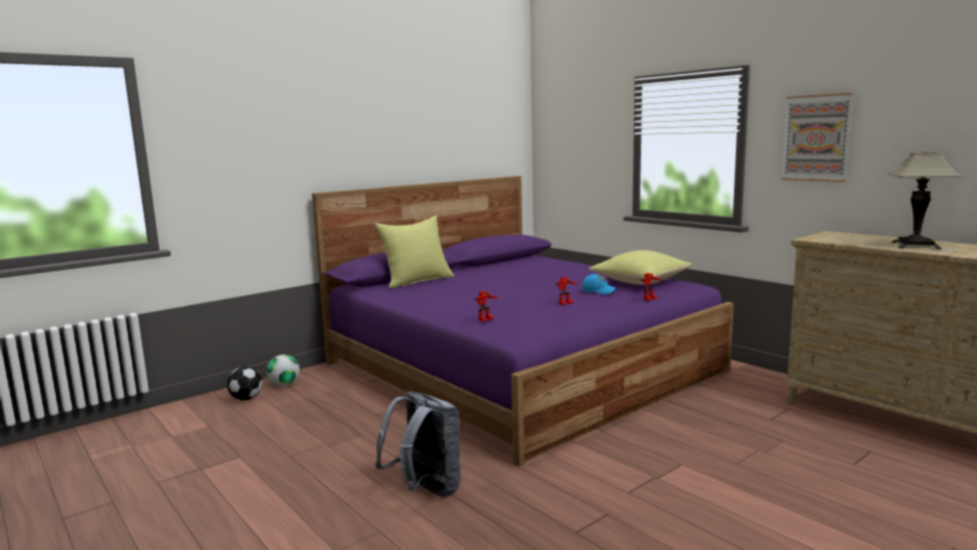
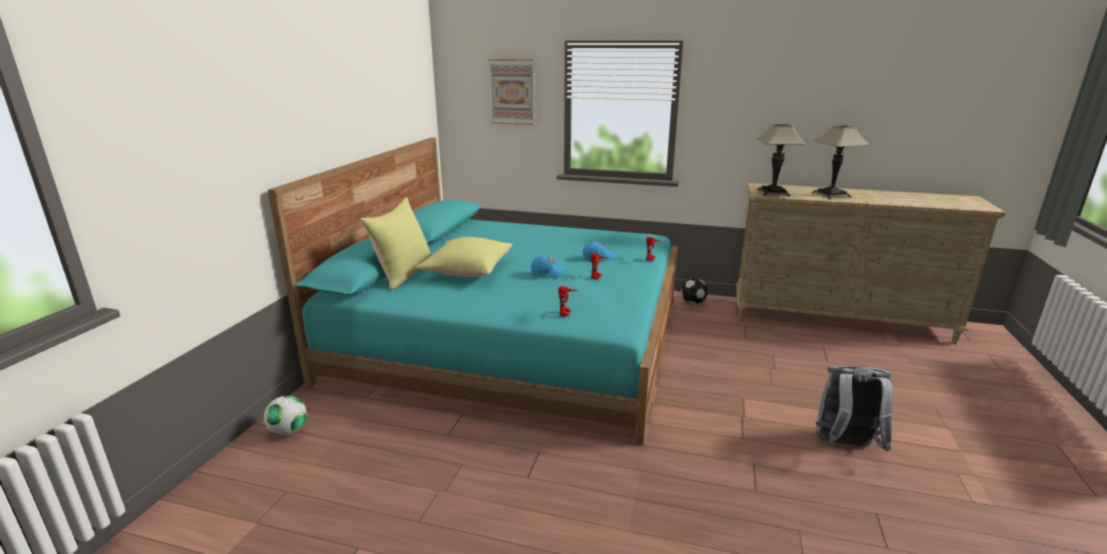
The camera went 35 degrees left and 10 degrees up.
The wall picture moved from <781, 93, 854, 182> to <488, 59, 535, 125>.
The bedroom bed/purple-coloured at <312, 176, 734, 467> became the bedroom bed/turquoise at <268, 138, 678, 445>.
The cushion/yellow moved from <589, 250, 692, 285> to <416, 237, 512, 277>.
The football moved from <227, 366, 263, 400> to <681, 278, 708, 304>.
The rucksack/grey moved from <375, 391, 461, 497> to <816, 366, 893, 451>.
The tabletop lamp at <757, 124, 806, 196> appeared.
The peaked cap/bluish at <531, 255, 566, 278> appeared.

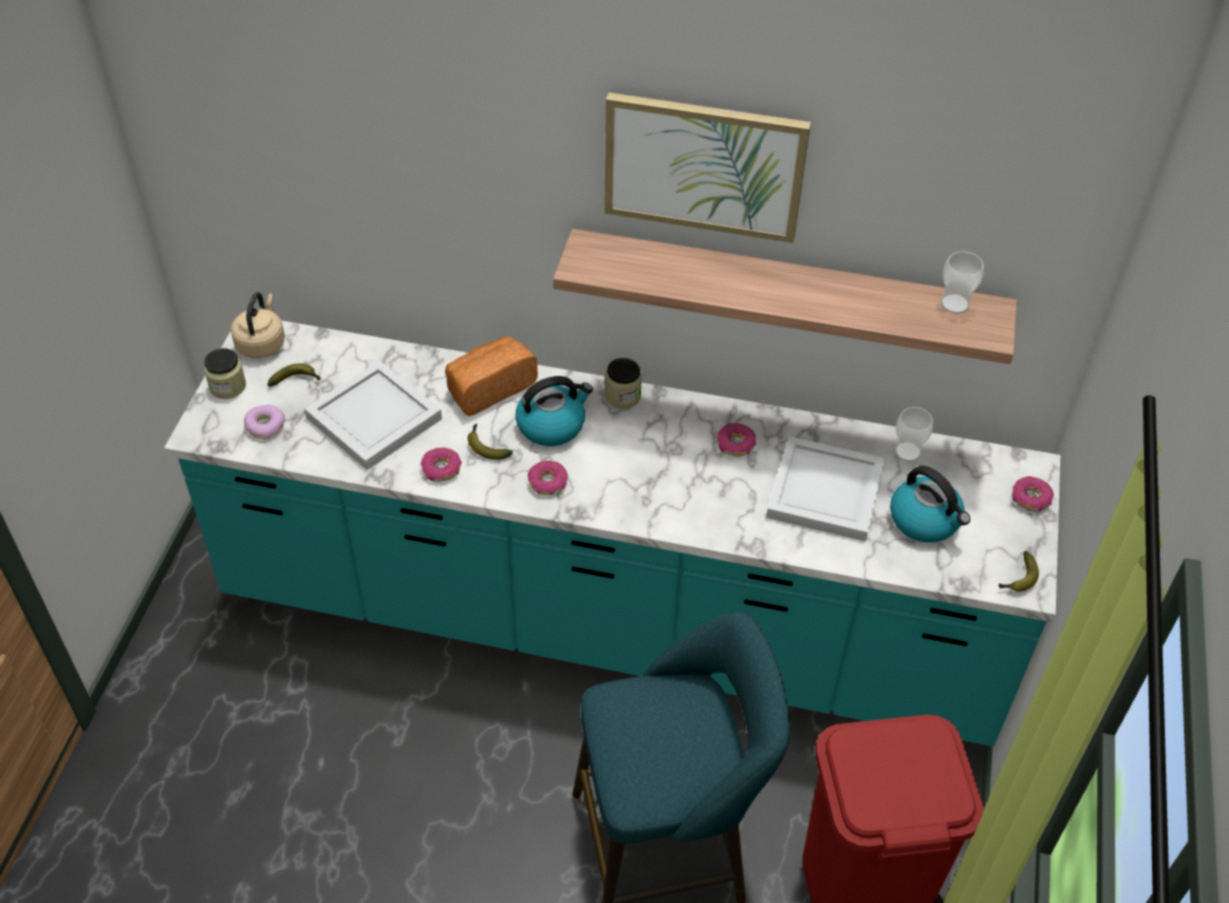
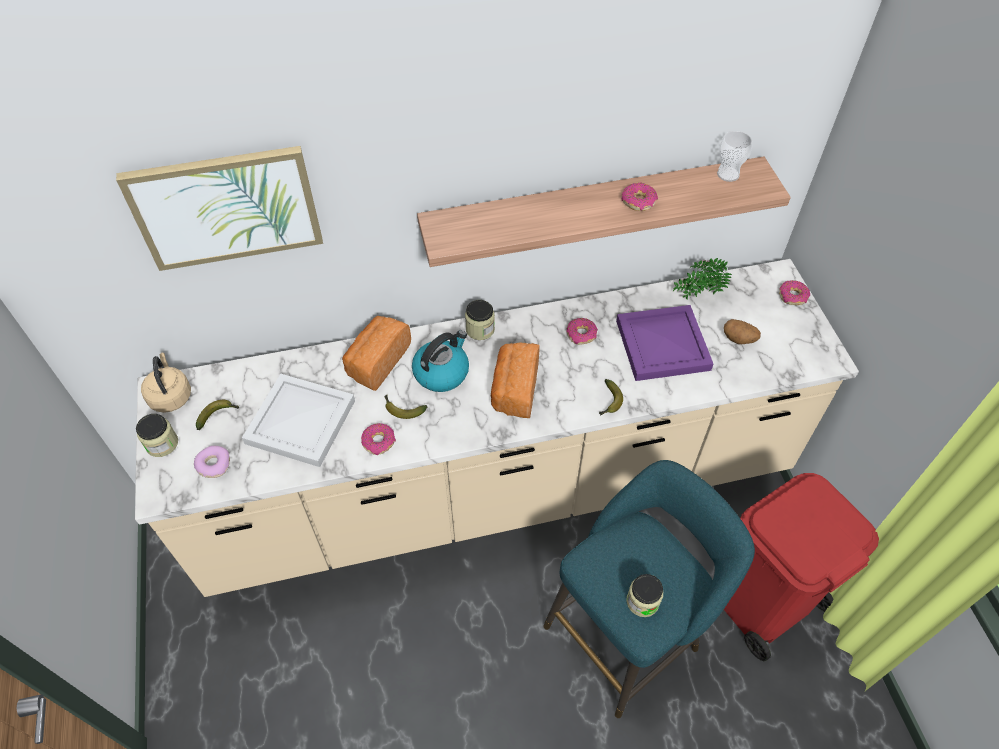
The camera went 25 degrees left and 5 degrees up.
The wall picture moved from <604, 93, 811, 243> to <116, 146, 323, 271>.
The kitchen counter/turquoise at <164, 320, 1060, 747> became the kitchen counter/sand-coloured at <135, 259, 859, 597>.
The small cup at <895, 407, 933, 462> was replaced by the potted plant at <673, 258, 732, 300>.
The serving tray/whitish at <766, 436, 885, 542> became the serving tray/purple-coloured at <616, 305, 713, 381>.
The doughnut moved from <528, 461, 568, 495> to <622, 182, 658, 211>.
The tea kettle at <890, 466, 970, 543> was replaced by the spud at <724, 319, 761, 344>.
The banana moved from <999, 551, 1039, 591> to <599, 379, 623, 416>.
The bakery bread at <491, 342, 540, 418> appeared.
The storage jar at <626, 574, 663, 617> appeared.

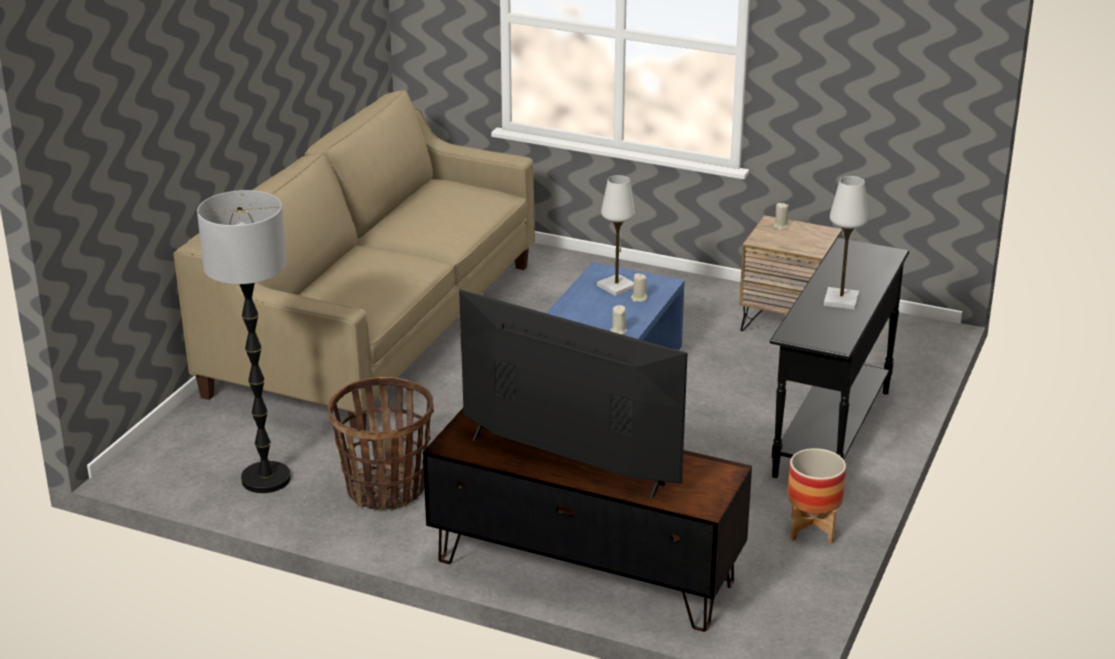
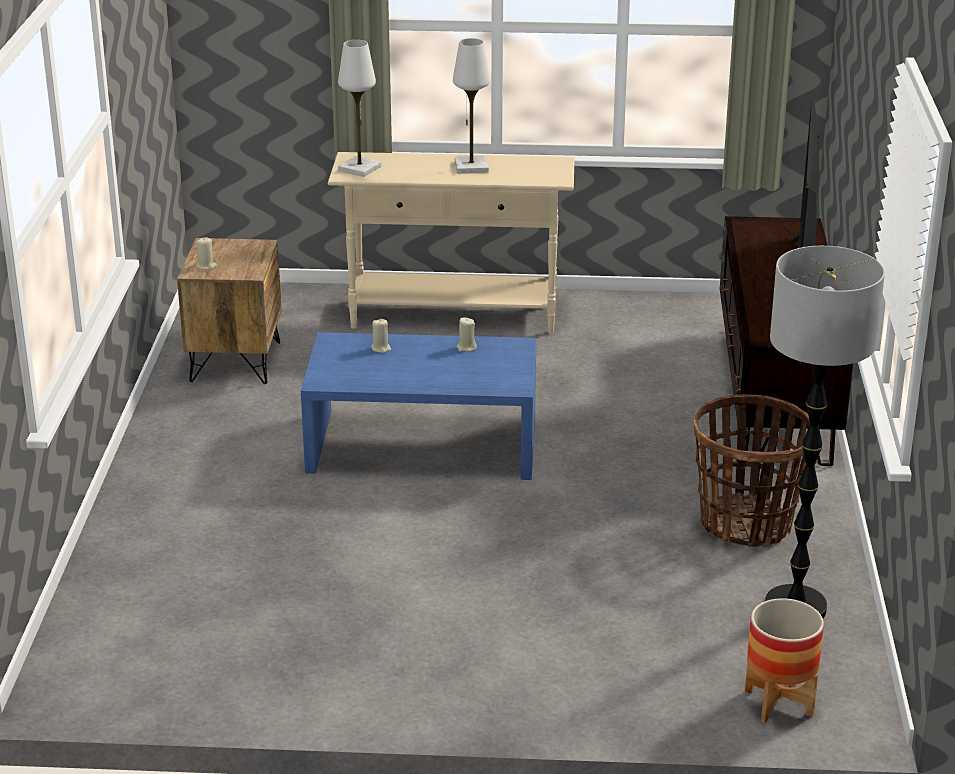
The camera went 110 degrees left and 0 degrees up.
The settee/sand-coloured at <174, 90, 535, 431> disappeared.
The tabletop lamp/whitish moved from <597, 175, 635, 296> to <338, 40, 381, 177>.
The narrow table/black-coloured at <770, 238, 909, 478> became the narrow table/sand-coloured at <328, 152, 575, 334>.
The flower pot moved from <787, 448, 846, 544> to <745, 598, 824, 723>.

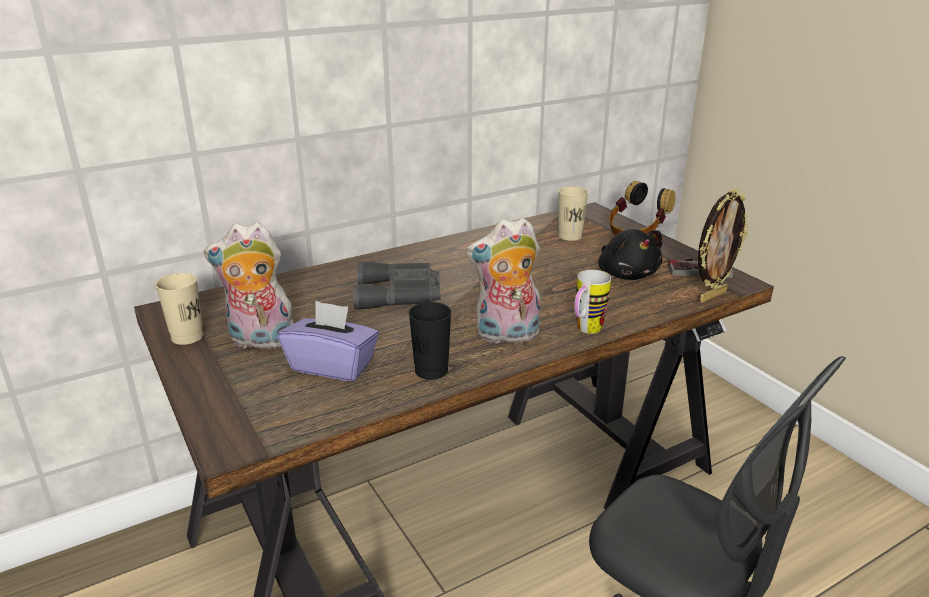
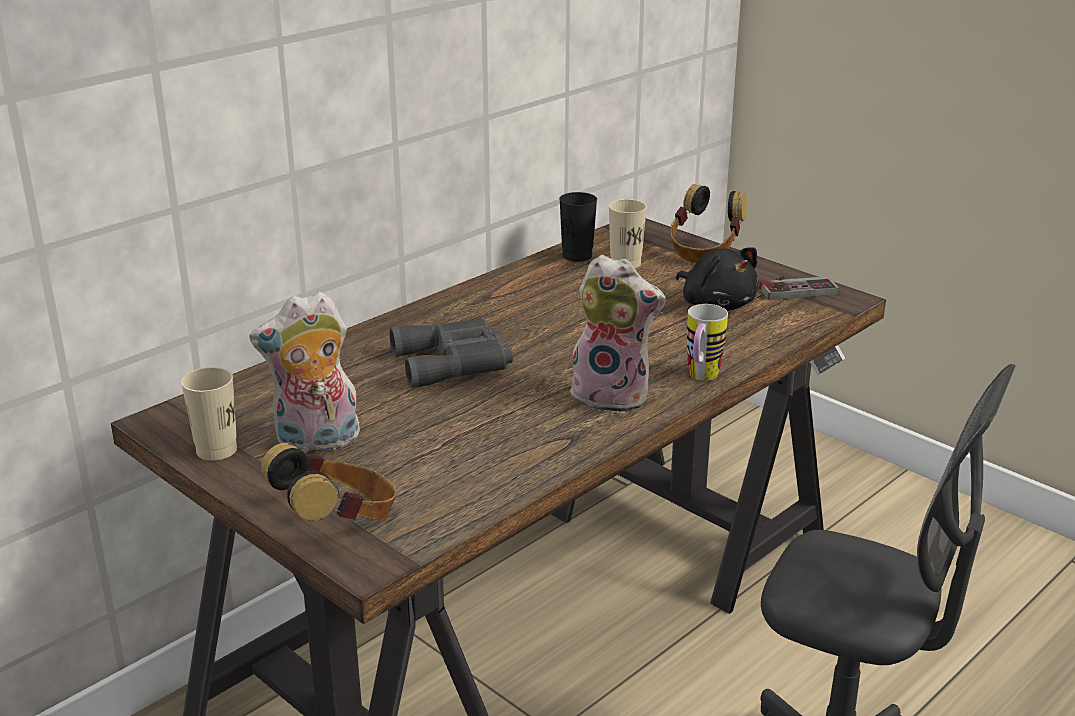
The camera went 15 degrees left and 0 degrees up.
The photo frame at <698, 189, 748, 303> disappeared.
The cuddly toy at <466, 217, 540, 344> turned 135 degrees counterclockwise.
The box of tissues/purple-coloured at <278, 301, 379, 381> disappeared.
The small cup/black-coloured moved from <409, 302, 451, 380> to <559, 192, 597, 262>.
The headset at <261, 443, 396, 522> appeared.

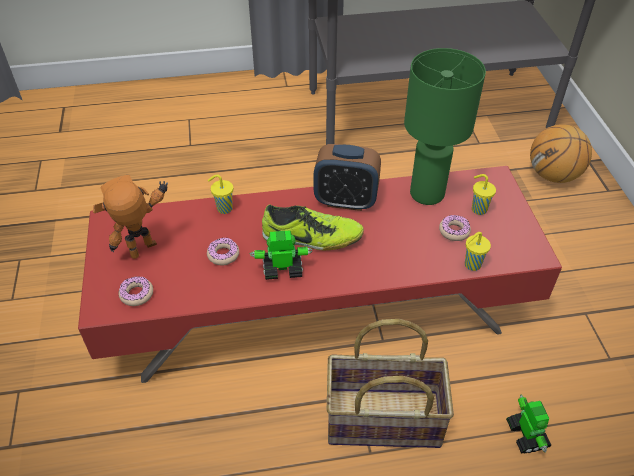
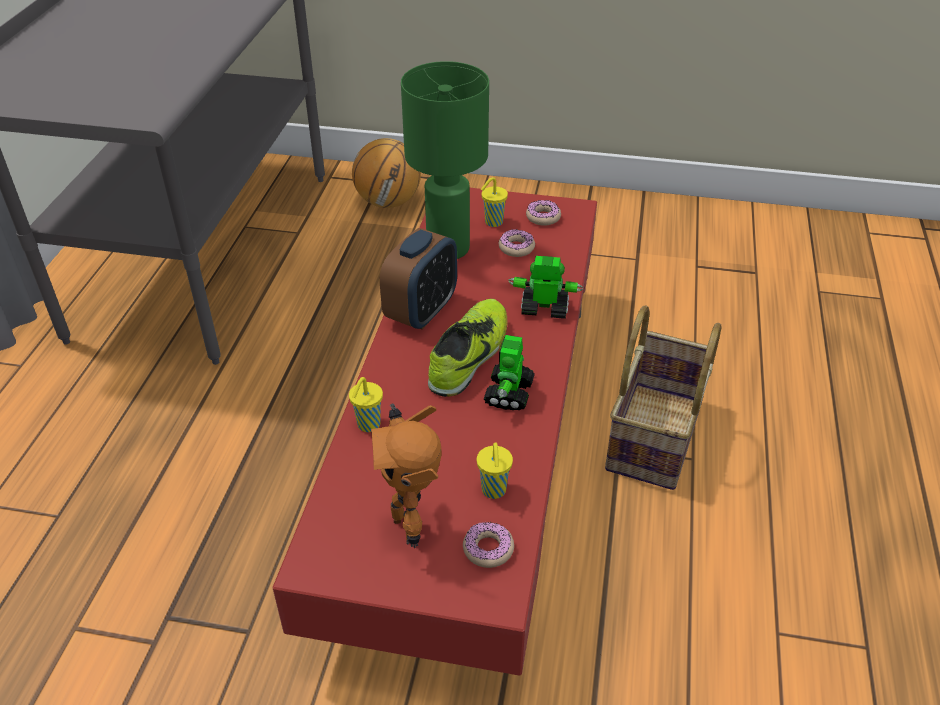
The camera went 70 degrees left and 5 degrees down.
The small cup/yellow moved from <465, 232, 491, 271> to <477, 442, 513, 499>.
The doughnut moved from <207, 238, 239, 266> to <526, 200, 561, 226>.
The robot figure moved from <507, 394, 552, 454> to <508, 256, 583, 319>.

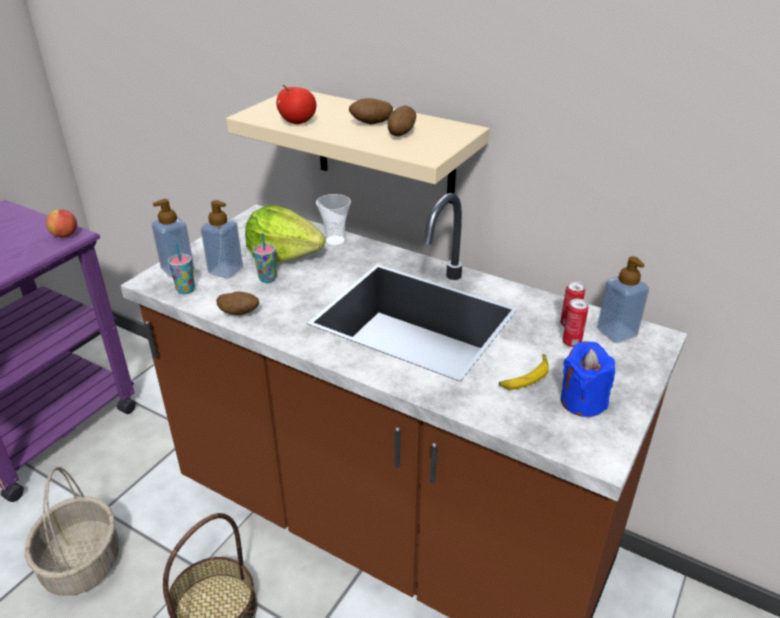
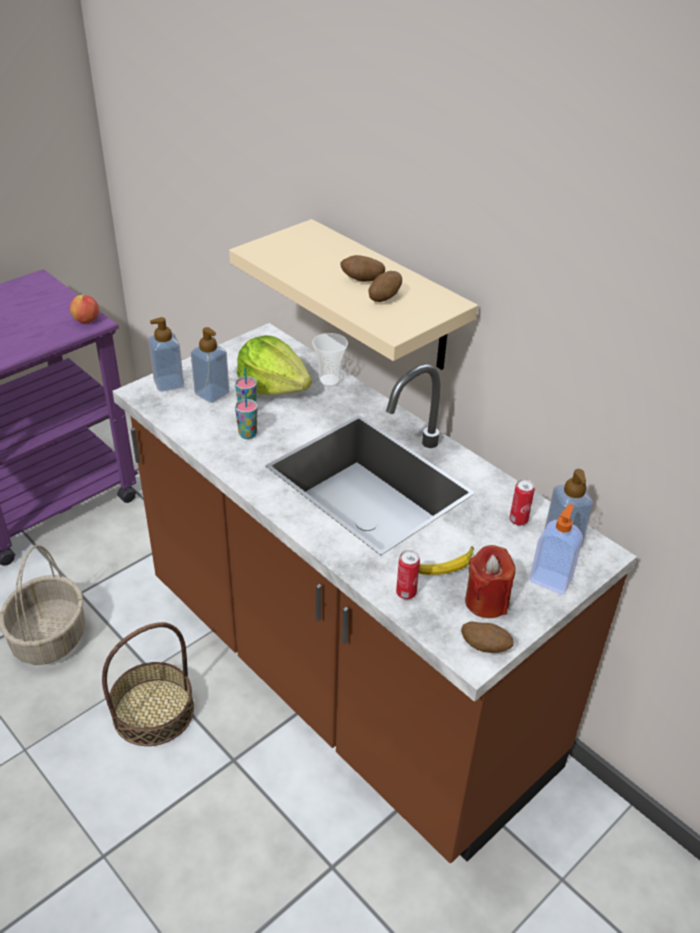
The camera went 15 degrees right and 5 degrees up.
The whole apple at <276, 85, 316, 124> disappeared.
The small cup moved from <168, 243, 195, 294> to <235, 390, 258, 439>.
The spud moved from <216, 291, 259, 315> to <461, 621, 514, 653>.
The metal can moved from <563, 299, 588, 347> to <396, 550, 420, 600>.
The wax candle/bluish at <561, 341, 615, 417> became the wax candle/red at <465, 545, 515, 618>.
The liquid soap bottle at <530, 504, 583, 595> appeared.

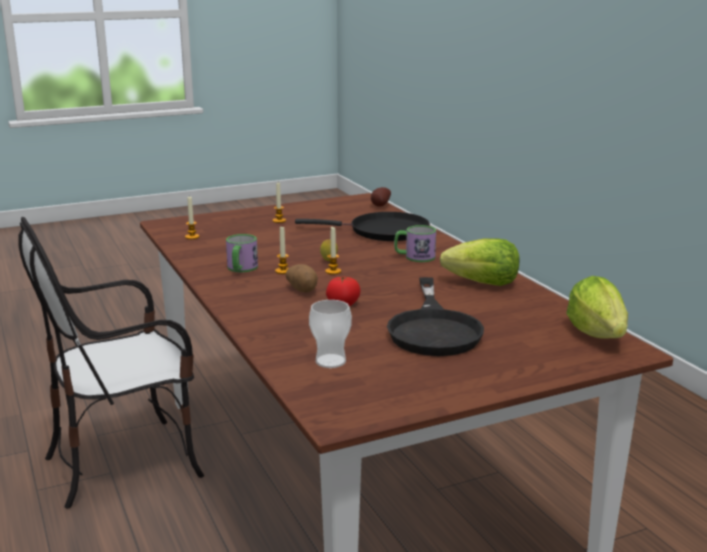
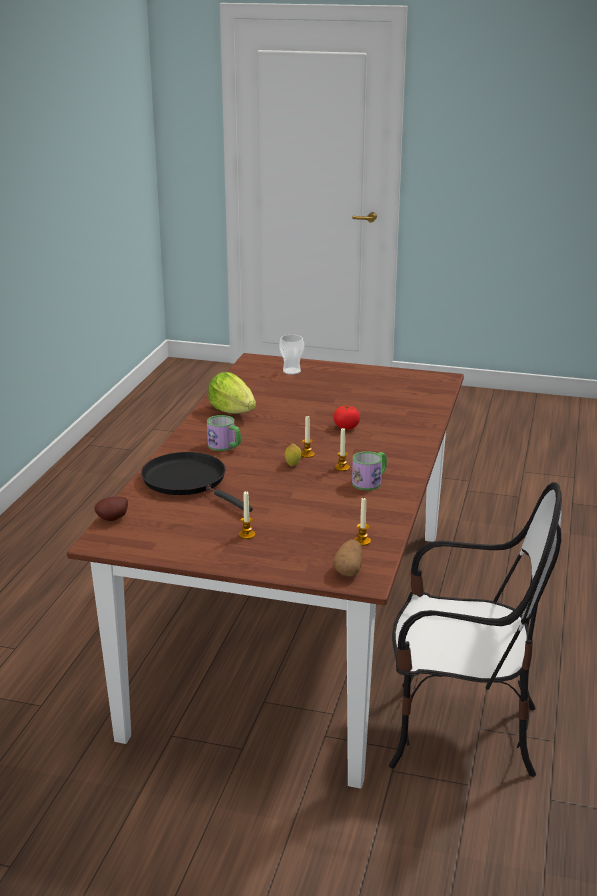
The camera went 140 degrees left and 5 degrees up.
The spud moved from <285, 264, 318, 293> to <333, 540, 362, 577>.
The lettuce head at <566, 276, 628, 339> disappeared.
The frying pan/black-coloured at <387, 277, 484, 356> disappeared.
The small cup moved from <309, 300, 352, 368> to <279, 335, 304, 375>.

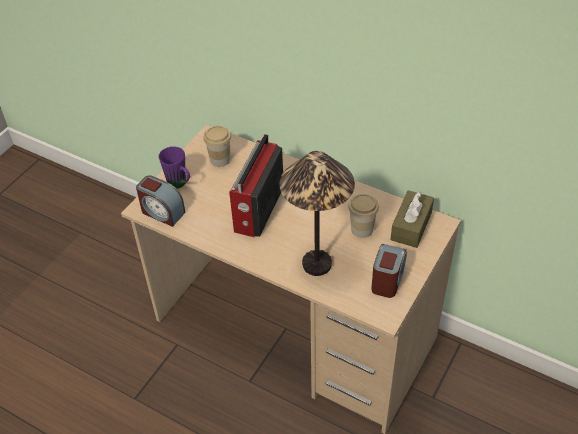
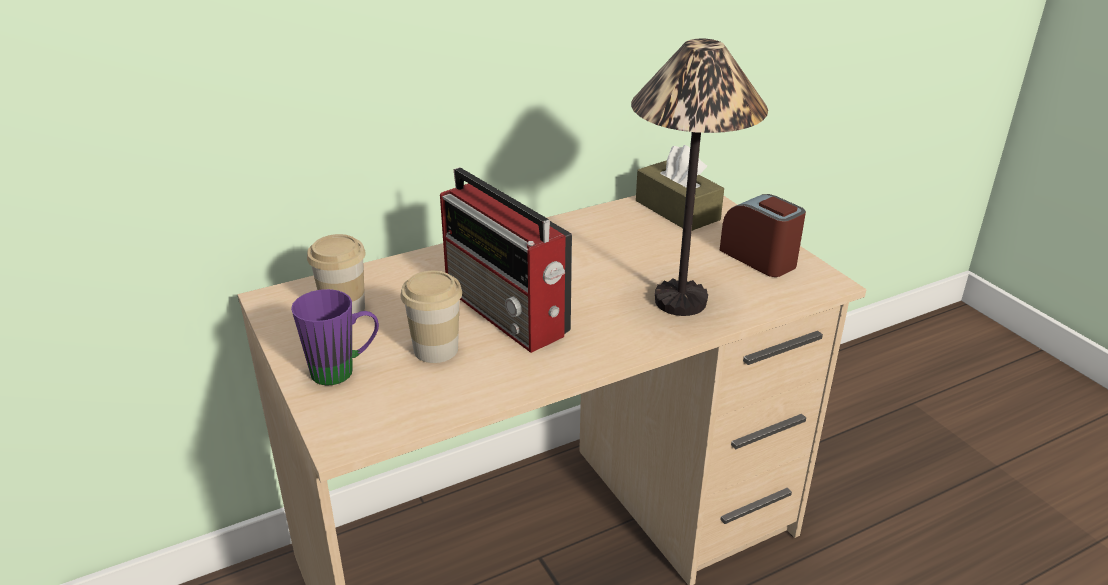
The camera went 60 degrees left and 15 degrees down.
The table clock at <136, 175, 185, 227> disappeared.
The small cup moved from <348, 194, 379, 238> to <400, 271, 462, 363>.

